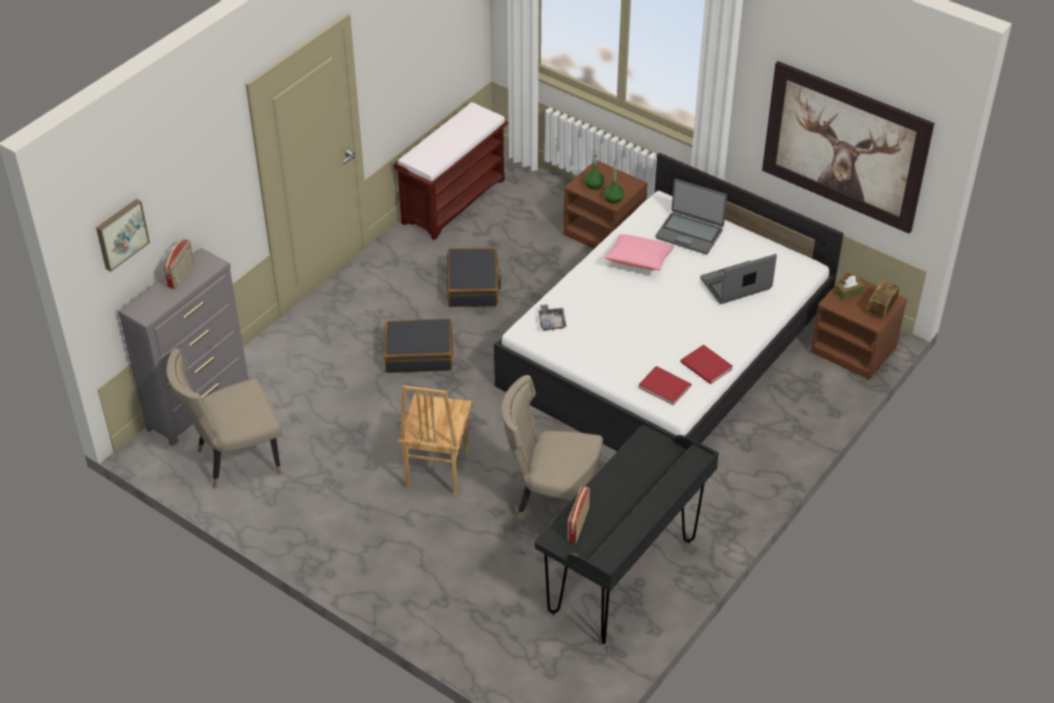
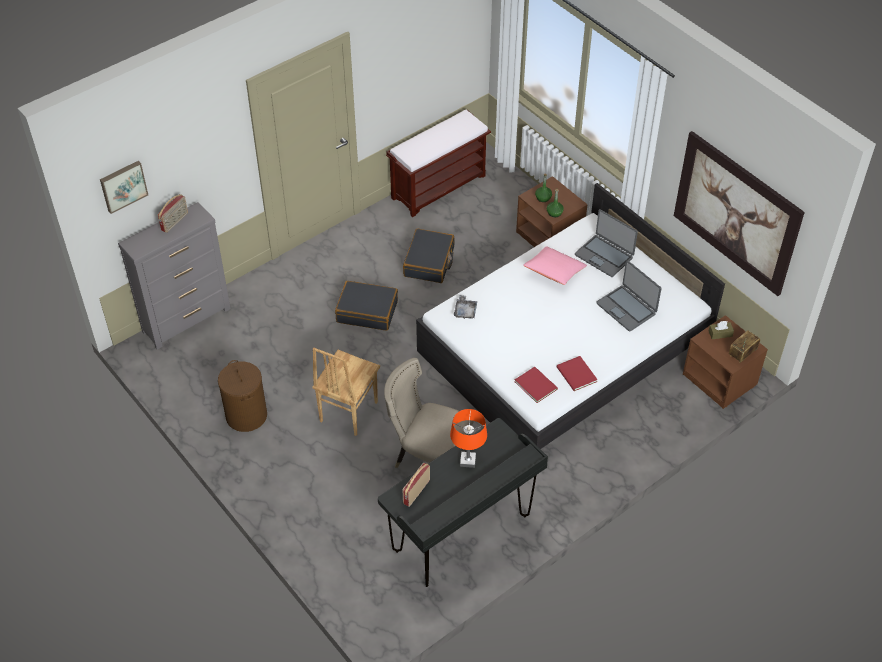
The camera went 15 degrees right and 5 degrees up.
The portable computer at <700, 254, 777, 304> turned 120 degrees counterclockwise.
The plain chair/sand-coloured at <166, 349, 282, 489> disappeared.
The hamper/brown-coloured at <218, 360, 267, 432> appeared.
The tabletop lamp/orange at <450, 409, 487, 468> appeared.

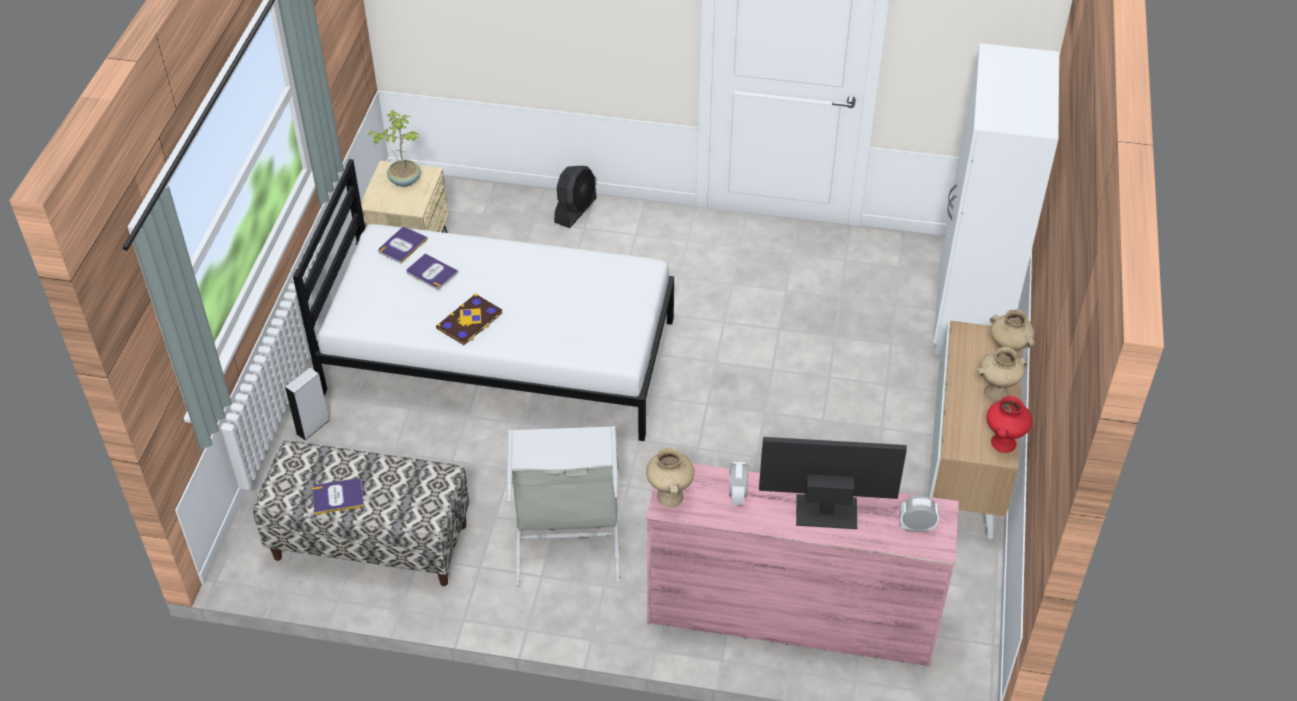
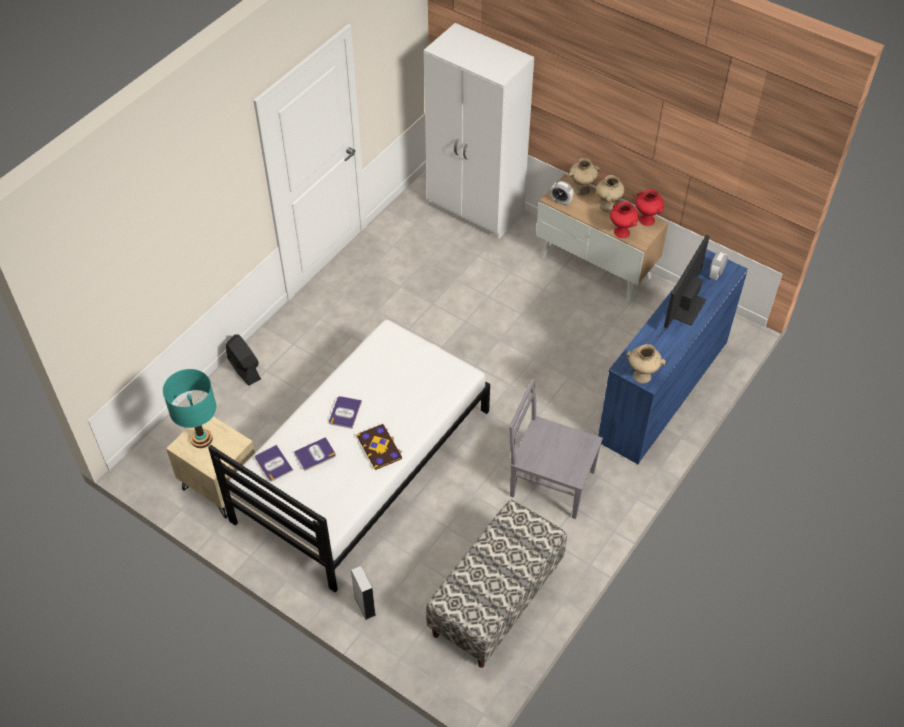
The camera went 65 degrees left and 5 degrees up.
The potted plant at <369, 110, 420, 187> was replaced by the tabletop lamp/turquoise at <163, 369, 216, 448>.
The hamper/grey at <506, 426, 620, 586> was replaced by the plain chair/grey at <509, 379, 603, 519>.
The table clock moved from <729, 462, 748, 506> to <550, 181, 573, 206>.
The chest of drawers/pinkish at <646, 464, 959, 667> became the chest of drawers/bluish at <598, 249, 748, 464>.
The book moved from <312, 478, 364, 514> to <329, 396, 362, 429>.
The vase/red at <610, 201, 639, 238> appeared.

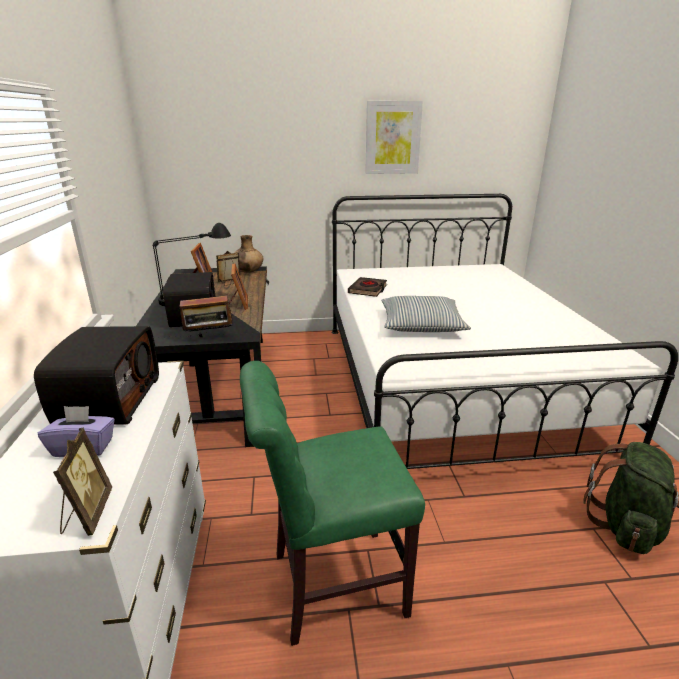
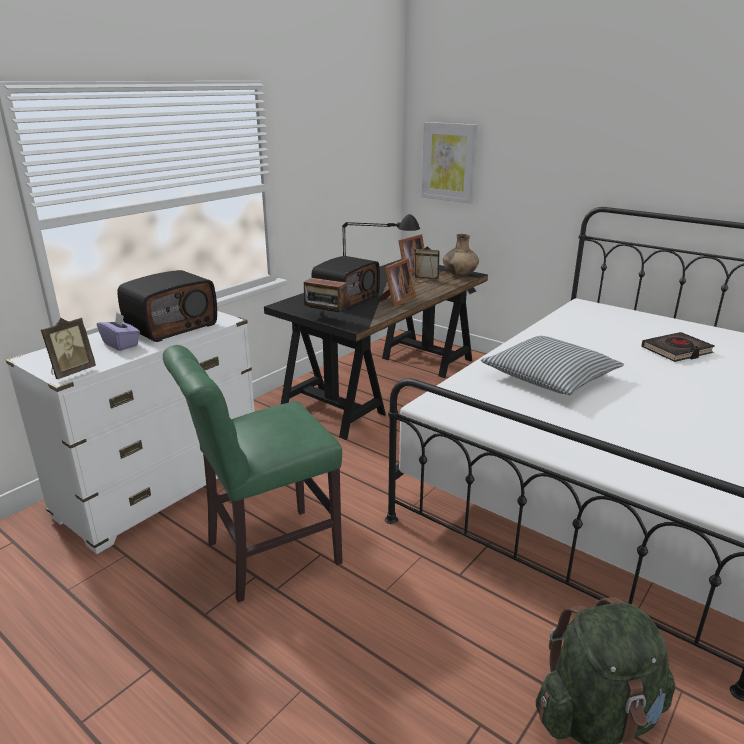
The camera went 45 degrees right and 0 degrees up.
The wall picture moved from <365, 101, 423, 174> to <422, 122, 478, 204>.
The book/black-coloured moved from <348, 277, 387, 297> to <641, 332, 715, 362>.
The plain chair/green at <240, 361, 425, 646> turned 60 degrees counterclockwise.

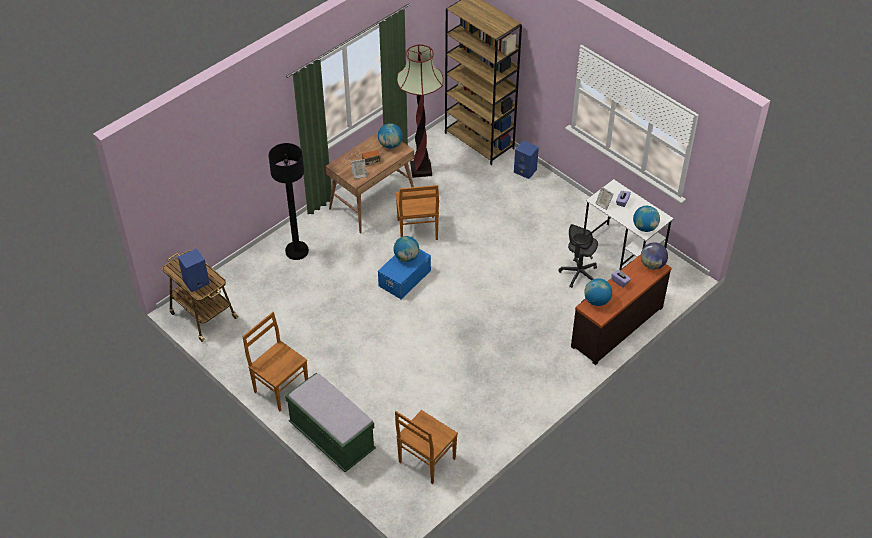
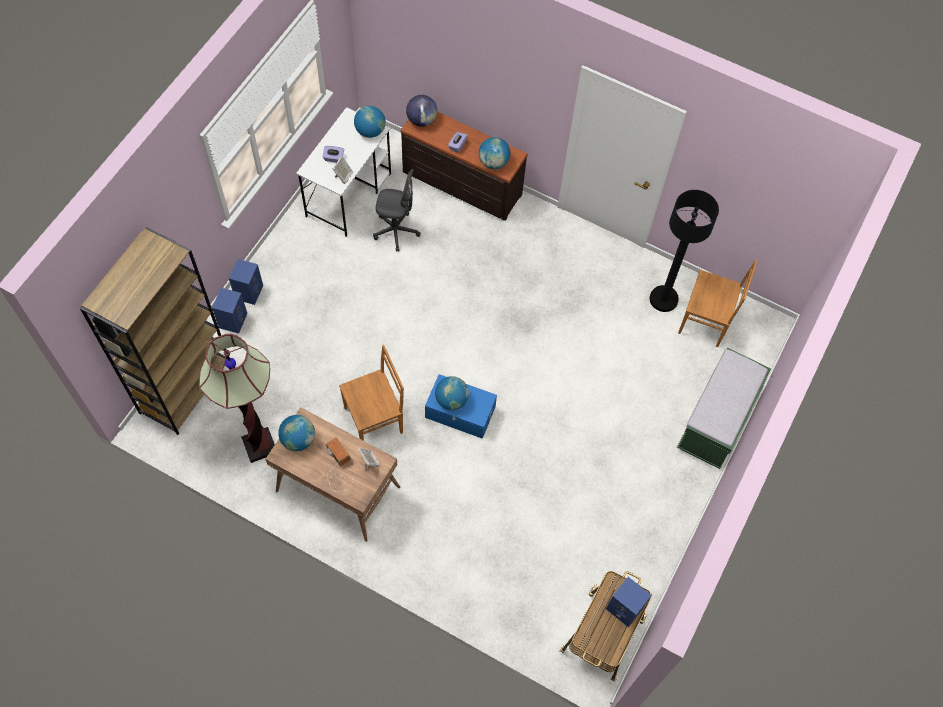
The camera went 110 degrees left and 15 degrees up.
The floor lamp/black-coloured moved from <269, 143, 309, 260> to <650, 190, 719, 312>.
The plain chair/brown-coloured at <243, 312, 308, 411> disappeared.
The audio speaker/bluish at <229, 259, 263, 305> appeared.

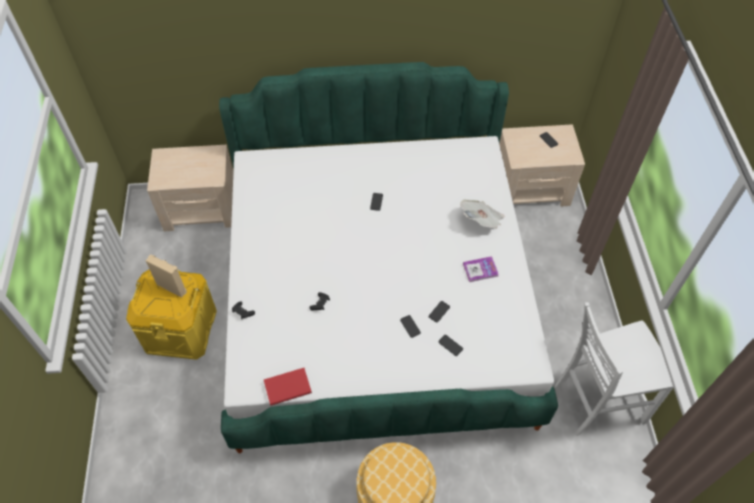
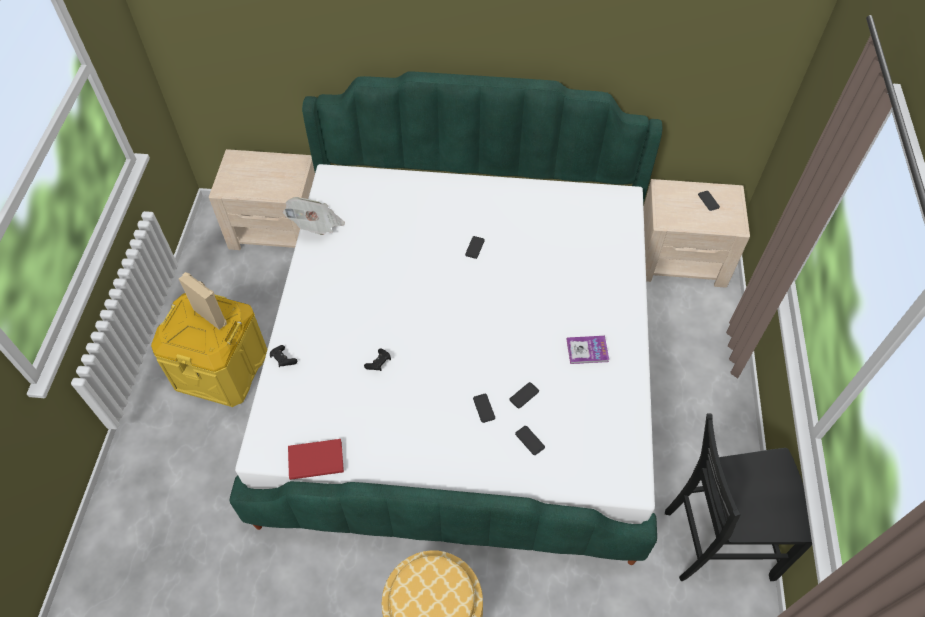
The camera went 10 degrees right and 0 degrees up.
The printed paper moved from <460, 200, 505, 229> to <282, 197, 345, 235>.
The plain chair/whitish at <555, 302, 673, 436> became the plain chair/black-coloured at <665, 414, 812, 581>.

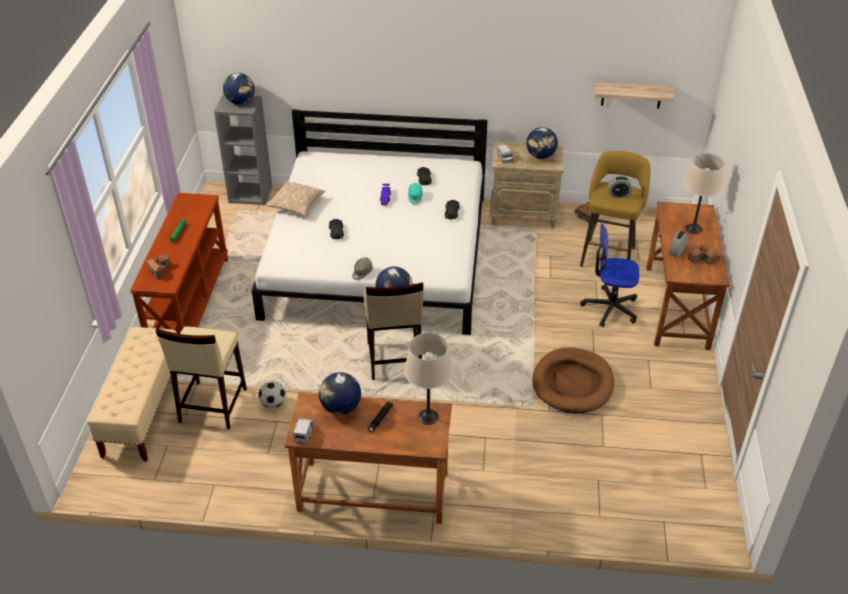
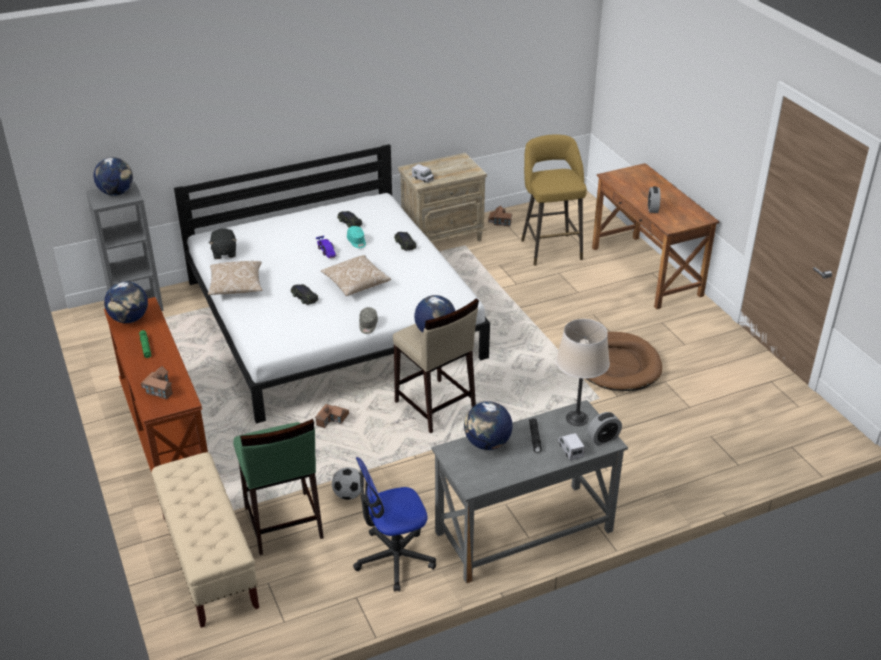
The camera went 30 degrees left and 5 degrees down.
The bracket shelf at <594, 82, 675, 108> disappeared.
The globe moved from <526, 127, 558, 159> to <104, 281, 148, 323>.
The tabletop lamp/sand-coloured at <684, 153, 725, 234> disappeared.
The table clock moved from <608, 176, 632, 198> to <587, 412, 622, 446>.
The desk chair moved from <580, 224, 639, 327> to <353, 457, 436, 592>.
The miniature house moved from <688, 244, 721, 265> to <315, 404, 349, 428>.
The sitting stool/sand-coloured at <156, 326, 247, 430> became the sitting stool/green at <233, 419, 324, 555>.
The desk table/brown-coloured at <285, 393, 452, 524> became the desk table/grey at <431, 400, 628, 583>.
The toy lorry moved from <293, 419, 314, 443> to <558, 433, 585, 461>.
The cuddly toy/black-coloured at <209, 229, 237, 259> appeared.
The cushion at <321, 255, 391, 296> appeared.

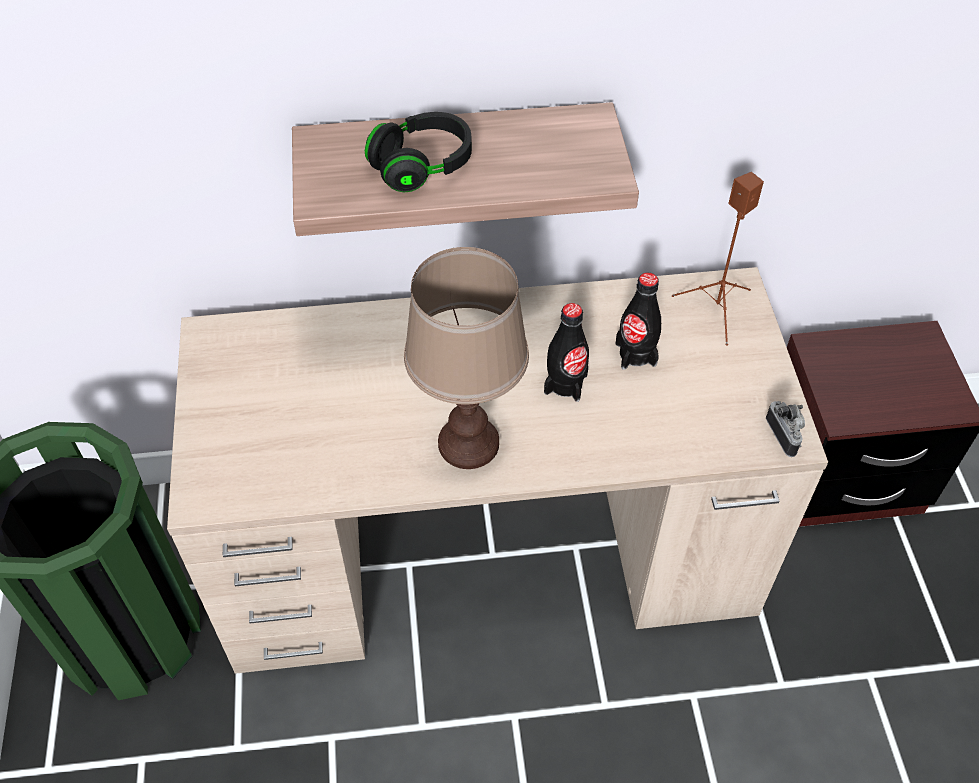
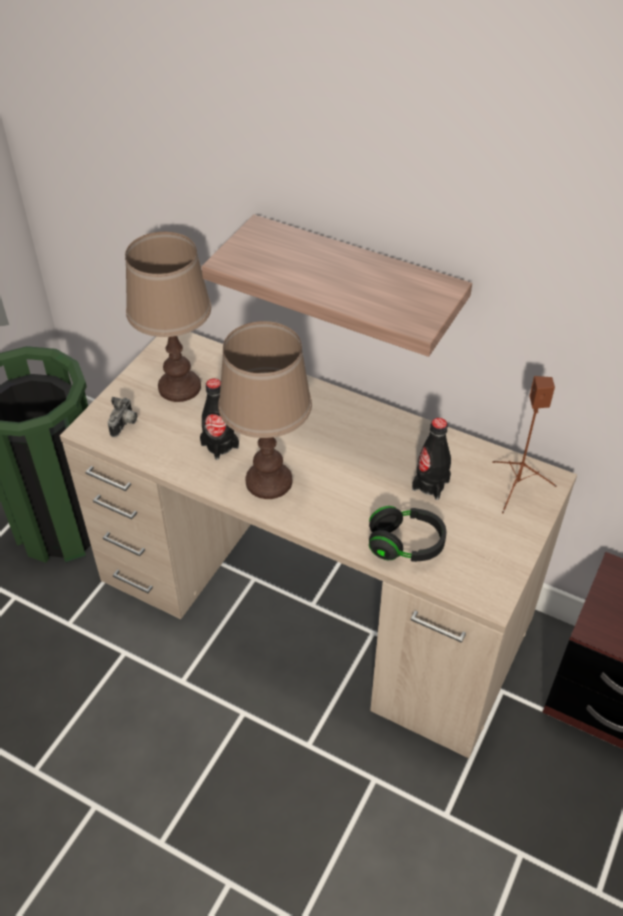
The camera went 35 degrees right and 5 degrees down.
The headset/black-coloured moved from <365, 112, 472, 192> to <369, 506, 446, 562>.
The bottle/black-coloured moved from <544, 303, 589, 402> to <200, 378, 239, 460>.
The photo camera moved from <766, 401, 805, 457> to <108, 397, 137, 437>.
The tabletop lamp/brown-coloured at <125, 232, 211, 402> appeared.

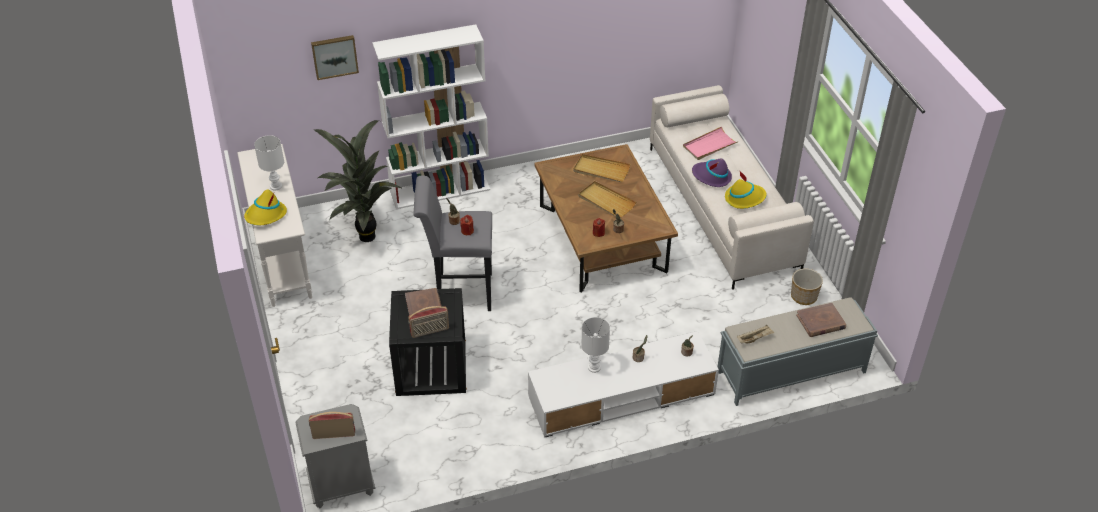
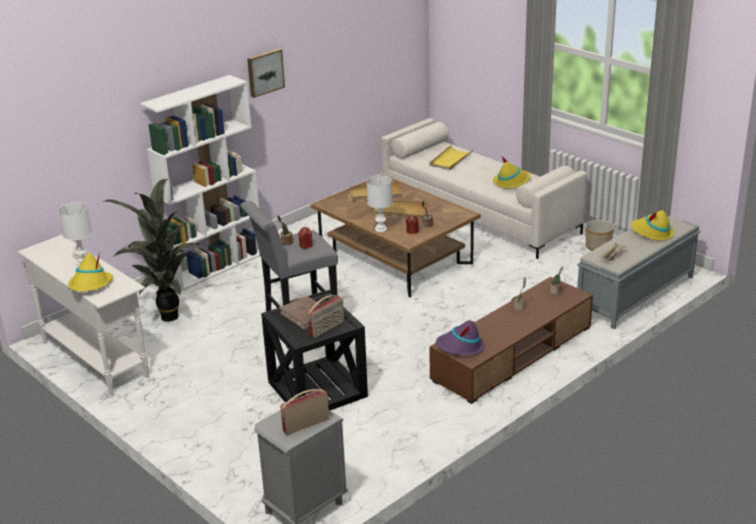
The camera went 25 degrees left and 15 degrees down.
The wall picture moved from <311, 35, 359, 80> to <247, 49, 285, 98>.
The serving tray/pinkish at <683, 127, 739, 160> became the serving tray/yellow at <429, 145, 473, 170>.
The hat/purple-coloured moved from <692, 158, 732, 187> to <436, 320, 485, 355>.
The book/brown-coloured at <796, 303, 846, 337> was replaced by the hat/yellow at <631, 210, 674, 240>.
The tabletop lamp/whitish moved from <581, 317, 610, 373> to <367, 175, 393, 232>.
The tv unit/whitish at <528, 331, 719, 437> became the tv unit/brown-coloured at <429, 277, 593, 404>.

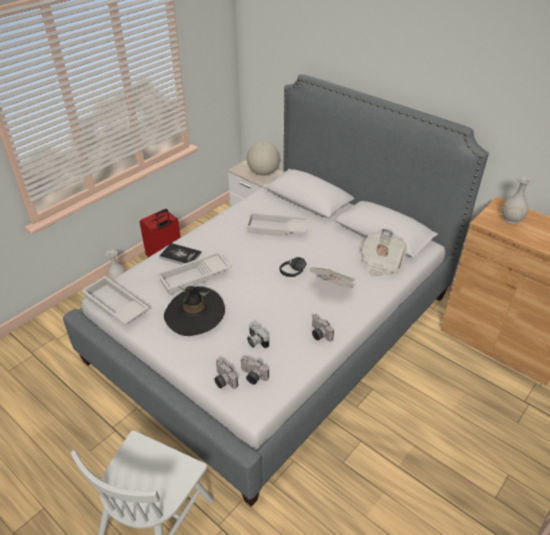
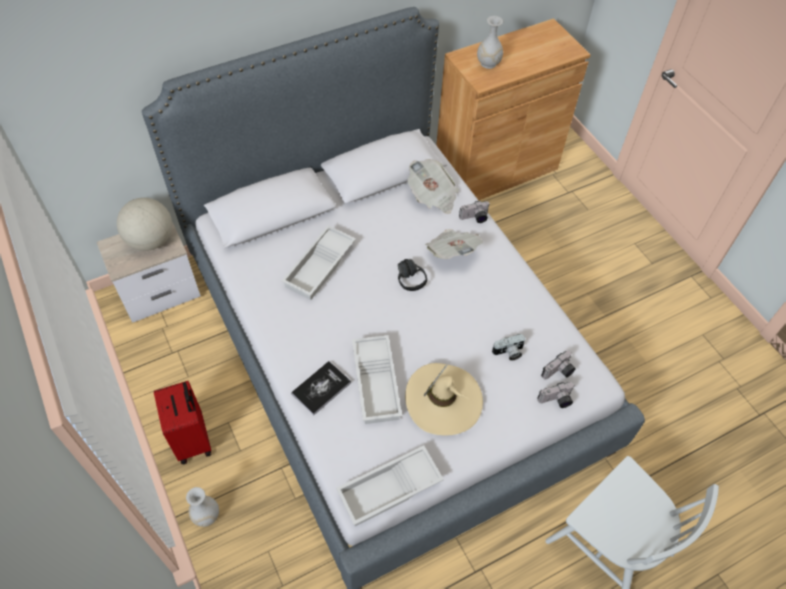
The camera went 70 degrees left and 15 degrees up.
The hat/black-coloured at <164, 286, 225, 336> became the hat/sand-coloured at <405, 363, 483, 435>.
The photo camera moved from <312, 314, 334, 341> to <459, 201, 489, 223>.

